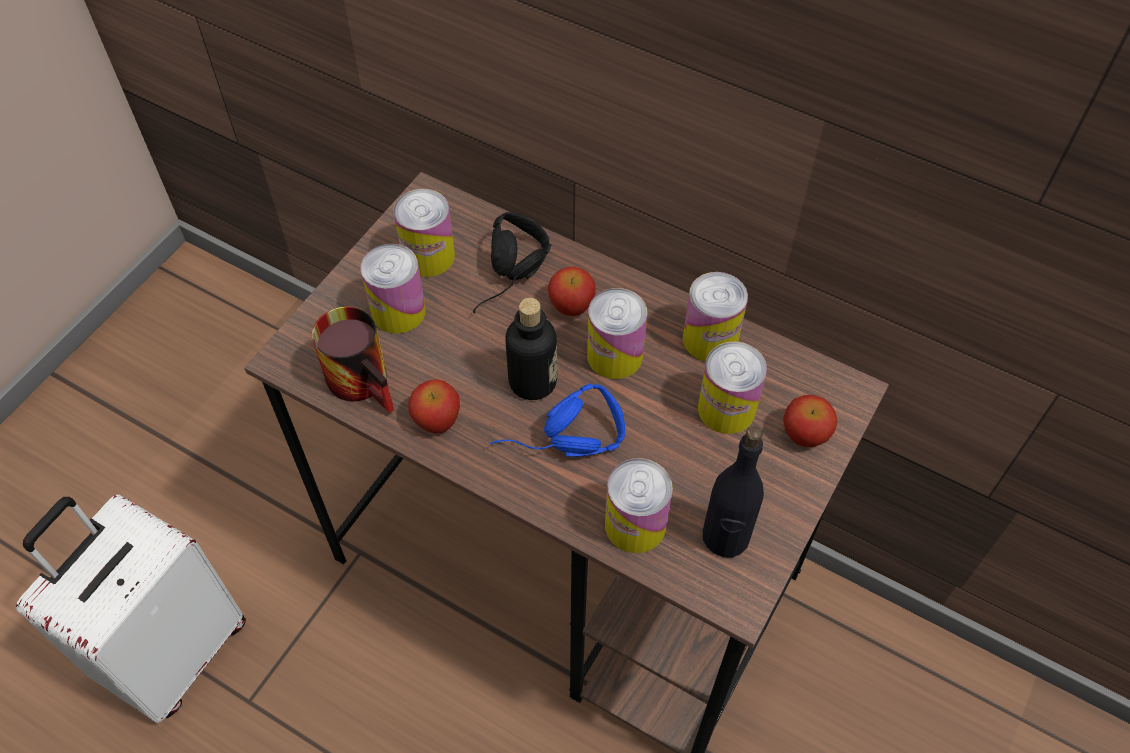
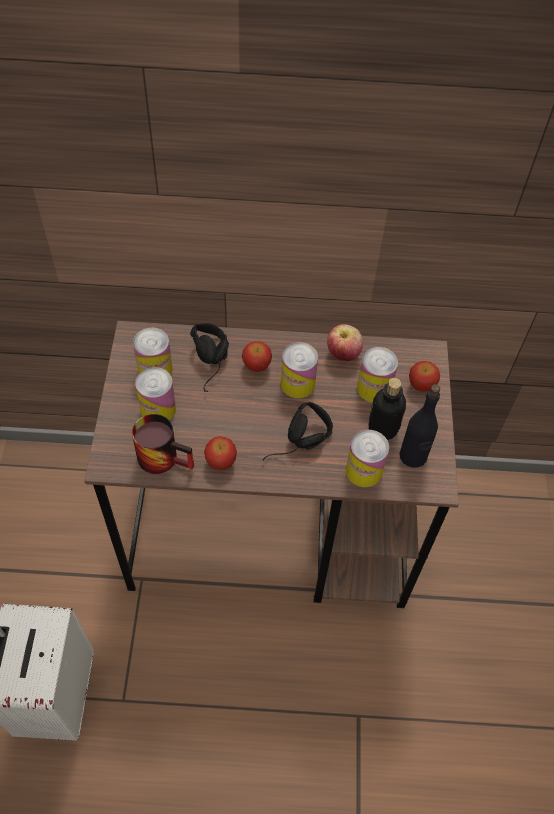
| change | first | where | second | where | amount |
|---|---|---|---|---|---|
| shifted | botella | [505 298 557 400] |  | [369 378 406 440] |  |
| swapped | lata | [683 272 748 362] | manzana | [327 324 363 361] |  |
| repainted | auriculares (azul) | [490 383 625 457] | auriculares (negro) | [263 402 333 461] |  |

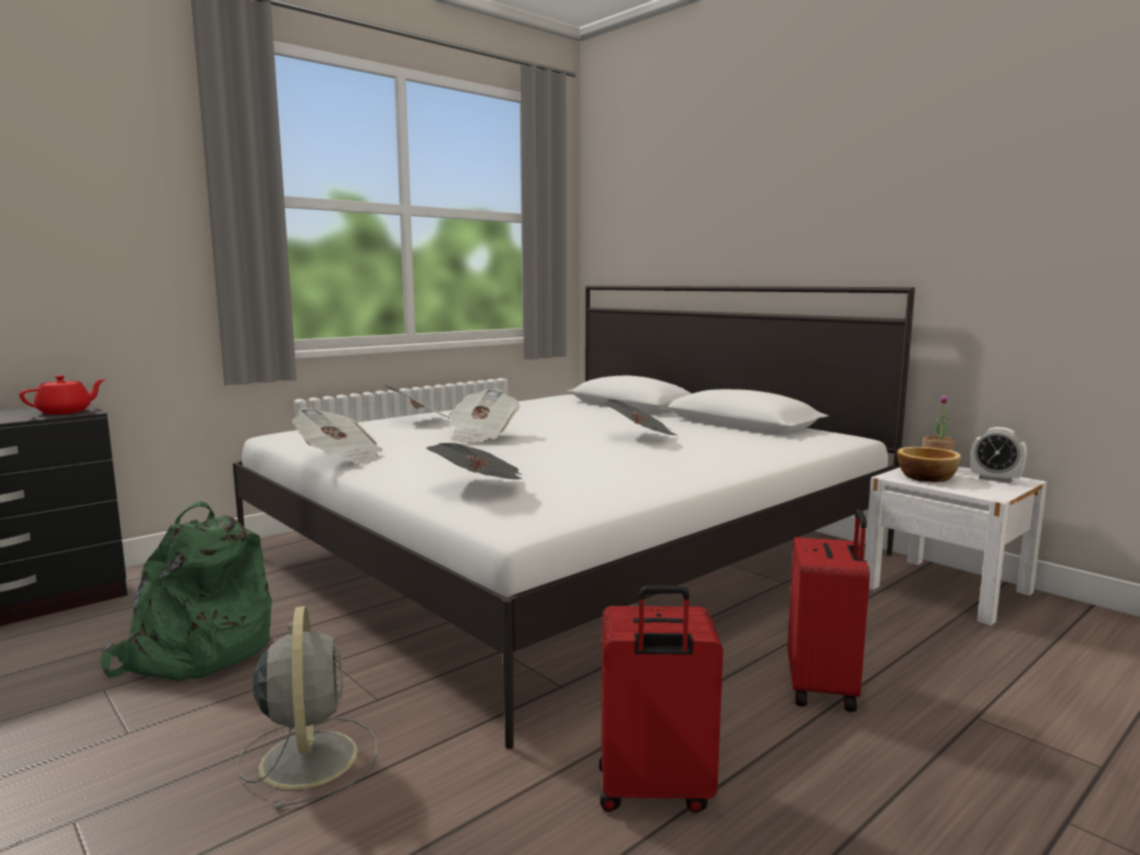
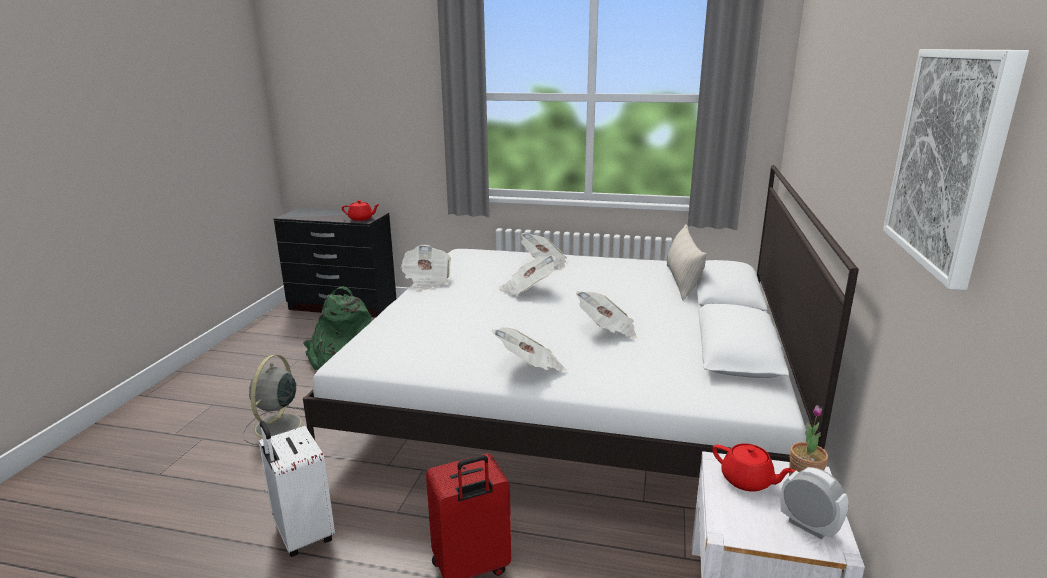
| change | first | where | second | where | amount |
|---|---|---|---|---|---|
| new |  |  | cojín (beis) | [667 224 707 301] |  |
| new |  |  | cuadro | [883 49 1029 290] |  |
| shifted | periódico | [426 443 523 480] |  | [492 328 567 371] |  |
| swapped | cuenco | [897 447 961 482] | tetera (rojo) | [712 443 795 492] |  |
| repainted | maleta (rojo) | [599 585 723 813] | maleta (blanco) | [259 421 335 557] |  |
| rotated | ventilador (gris) | [236 606 377 810] |  | [242 355 305 446] | 150 degrees clockwise |
| rotated | despertador | [971 427 1027 483] |  | [781 467 848 539] | 135 degrees clockwise |

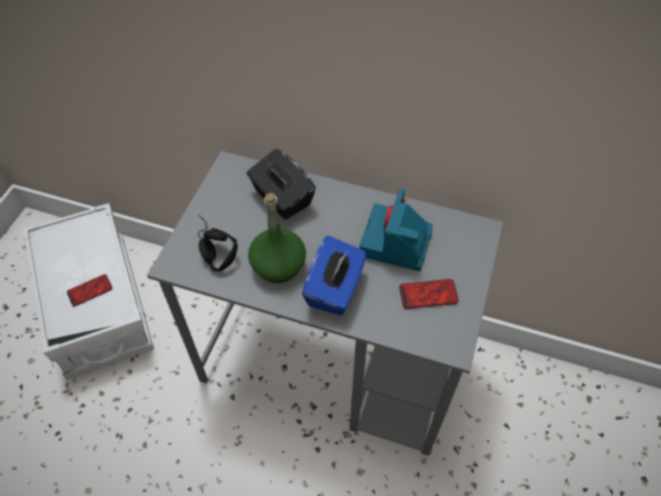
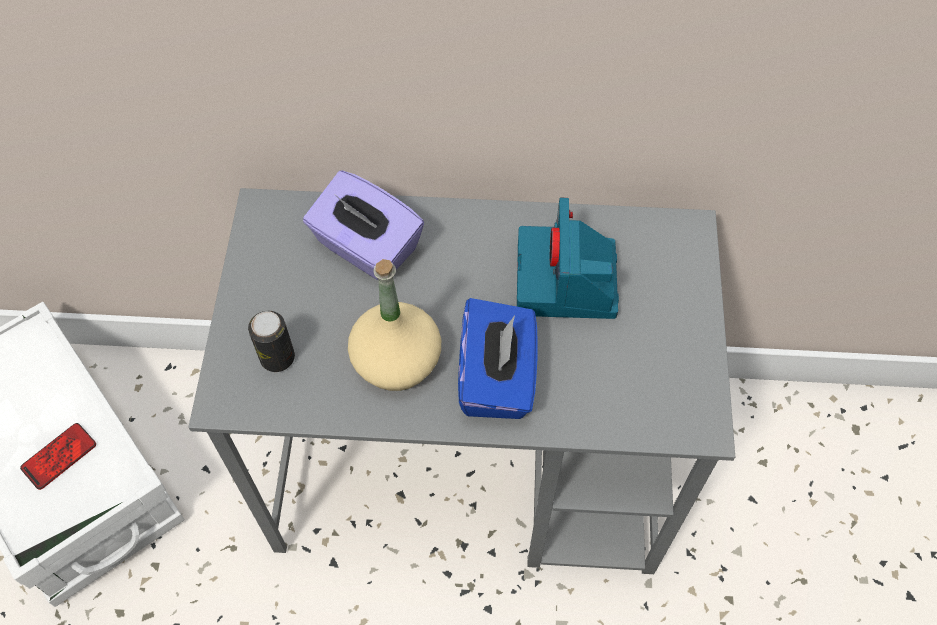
| change | first | where | second | where | amount |
|---|---|---|---|---|---|
| gone | móvil | [399 279 459 309] |  |  |  |
| swapped | auriculares (negro) | [198 215 238 271] | lata | [248 311 295 372] |  |
| repainted | caja de pañuelos (negro) | [247 149 316 220] | caja de pañuelos (morado) | [303 170 424 280] |  |
| repainted | botella (verde) | [248 193 306 283] | botella (beis) | [348 259 441 391] |  |

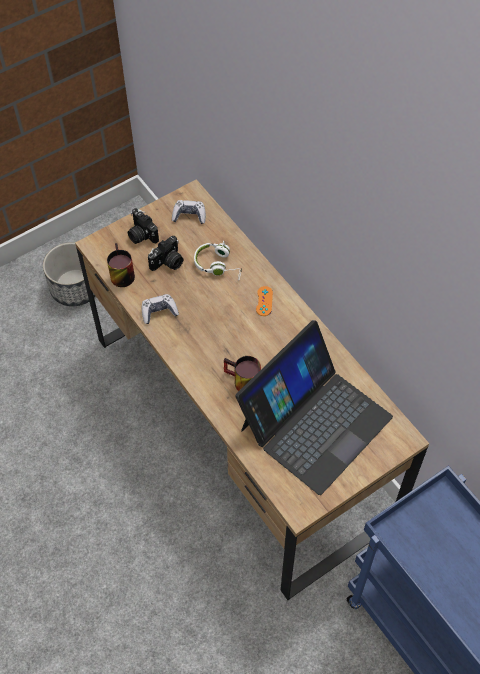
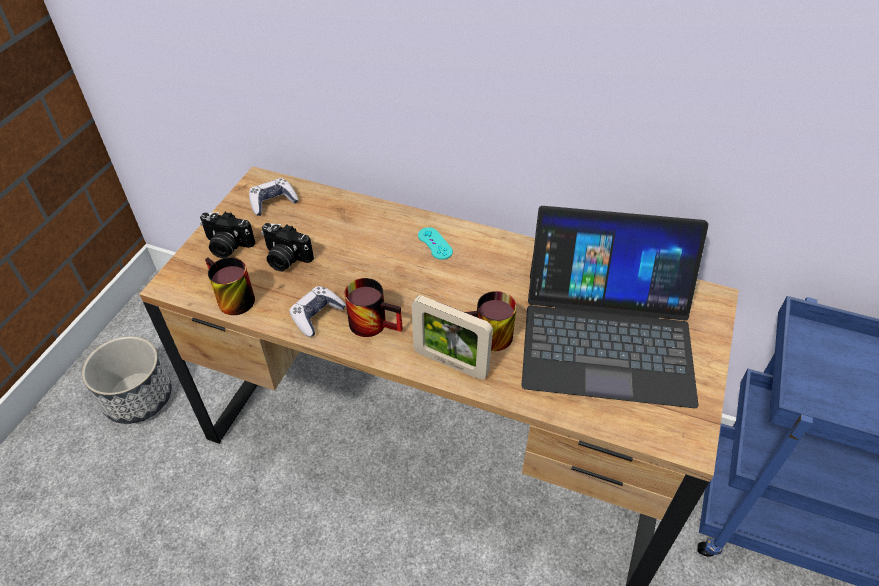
| change | first | where | second | where | amount |
|---|---|---|---|---|---|
| gone | auriculares (blanco) | [194 241 242 281] |  |  |  |
| new |  |  | taza grande | [344 278 403 337] |  |
| new |  |  | portarretratos | [412 295 493 380] |  |
| repainted | mando de consola (naranja) | [256 286 273 316] | mando de consola (turquesa) | [418 227 453 260] |  |
| rotated | cámara | [148 236 183 271] |  | [261 223 314 272] | 105 degrees clockwise |
| rotated | portátil | [235 320 393 495] |  | [522 206 709 408] | 90 degrees clockwise |

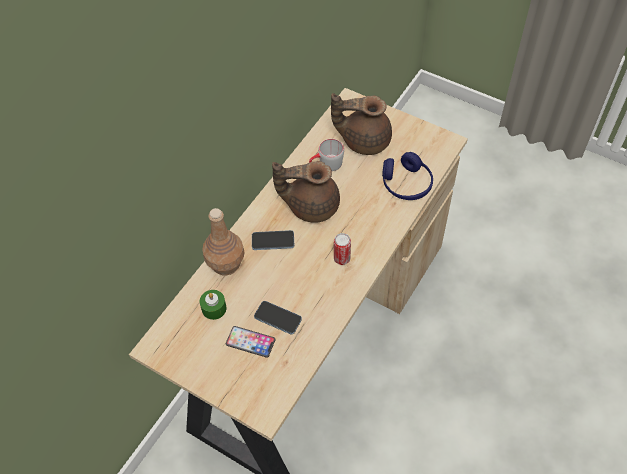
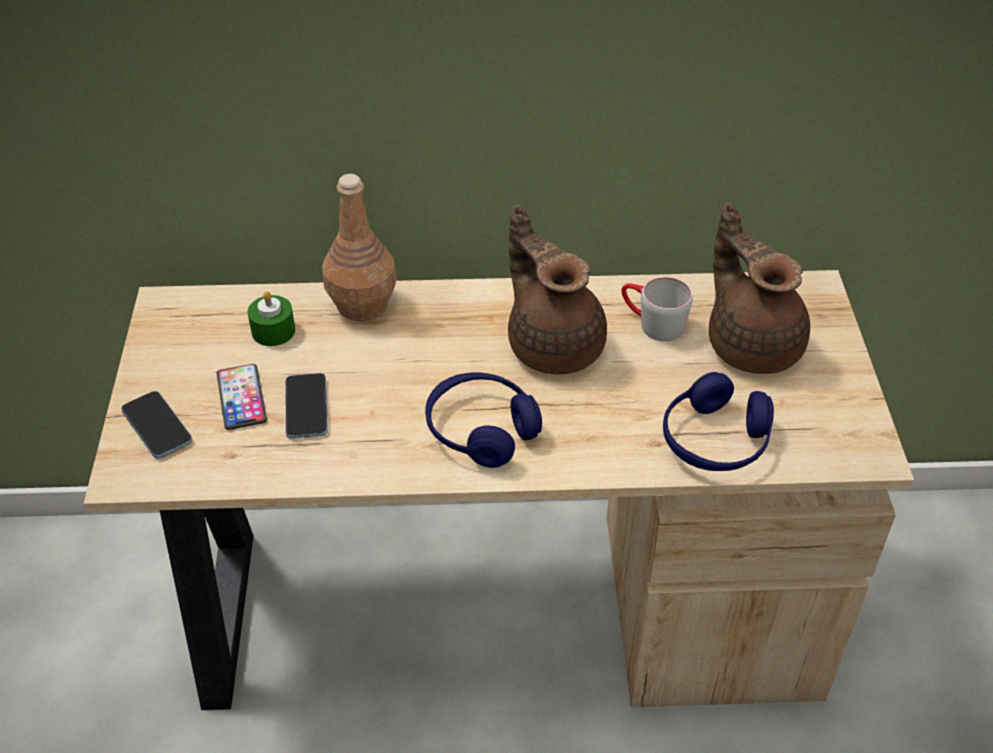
| change | first | where | second | where | amount |
|---|---|---|---|---|---|
| shifted | móvil | [252 230 294 250] |  | [121 391 192 459] |  |
| swapped | lata | [334 233 351 265] | auriculares (azul) | [425 373 542 468] |  |

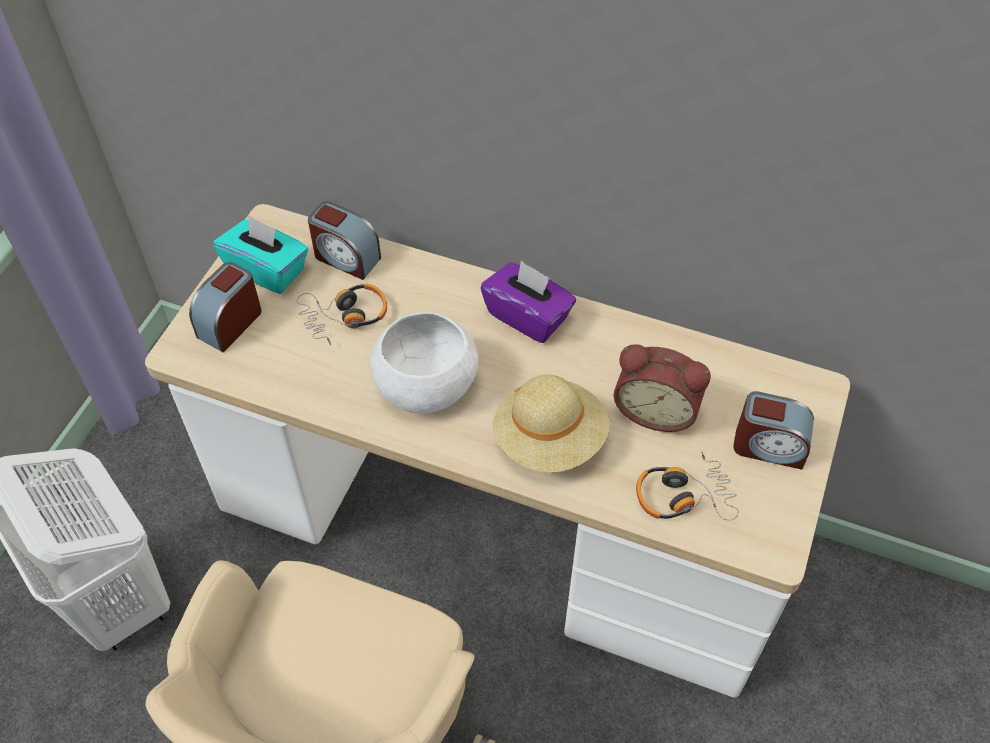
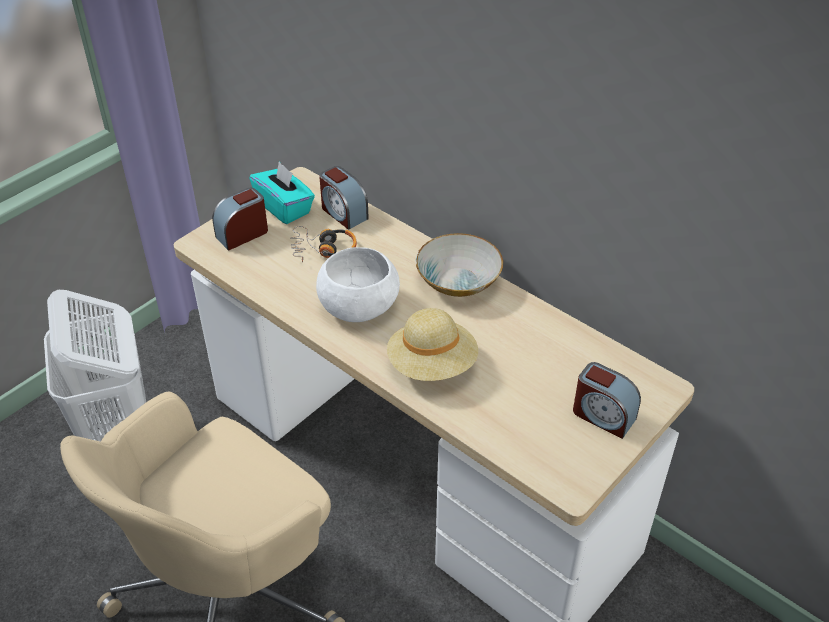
| change | first | where | second | where | amount |
|---|---|---|---|---|---|
| gone | despertador | [614 344 711 432] |  |  |  |
| gone | auriculares | [636 451 739 521] |  |  |  |
| swapped | caja de pañuelos (morado) | [481 260 576 343] | cuenco | [416 233 503 297] |  |

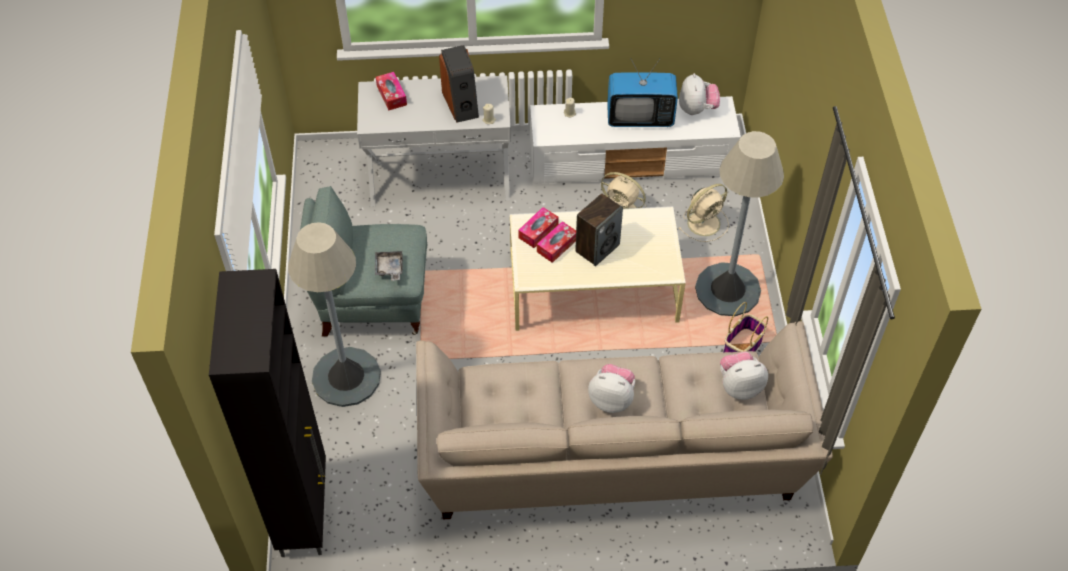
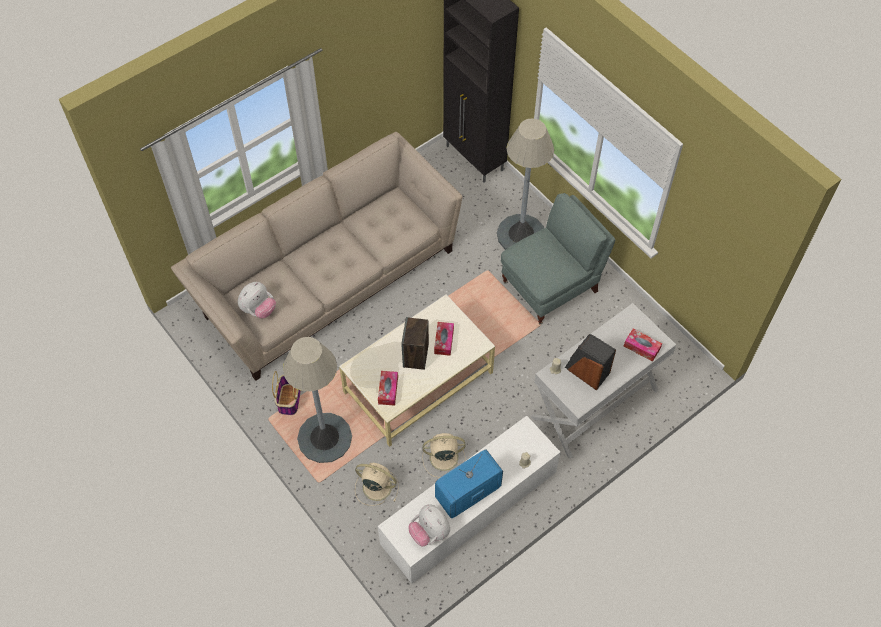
| change | first | where | second | where | amount |
|---|---|---|---|---|---|
| gone | bandeja (gris) | [375 251 403 281] |  |  |  |
| gone | peluche | [588 364 635 413] |  |  |  |
| shifted | caja de pañuelos | [518 207 559 248] |  | [378 371 398 405] |  |
| rotated | ventilador (beis) | [679 184 729 242] |  | [355 463 398 506] | 90 degrees clockwise |

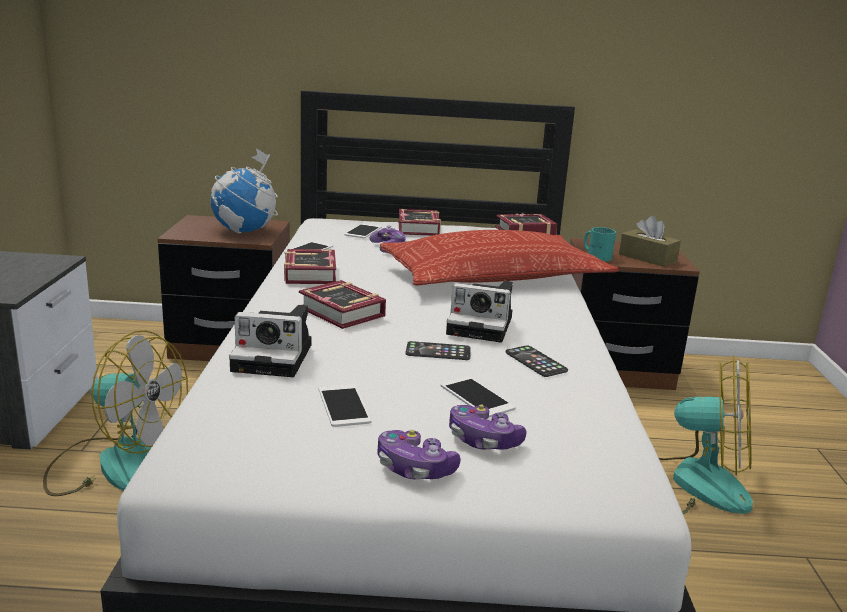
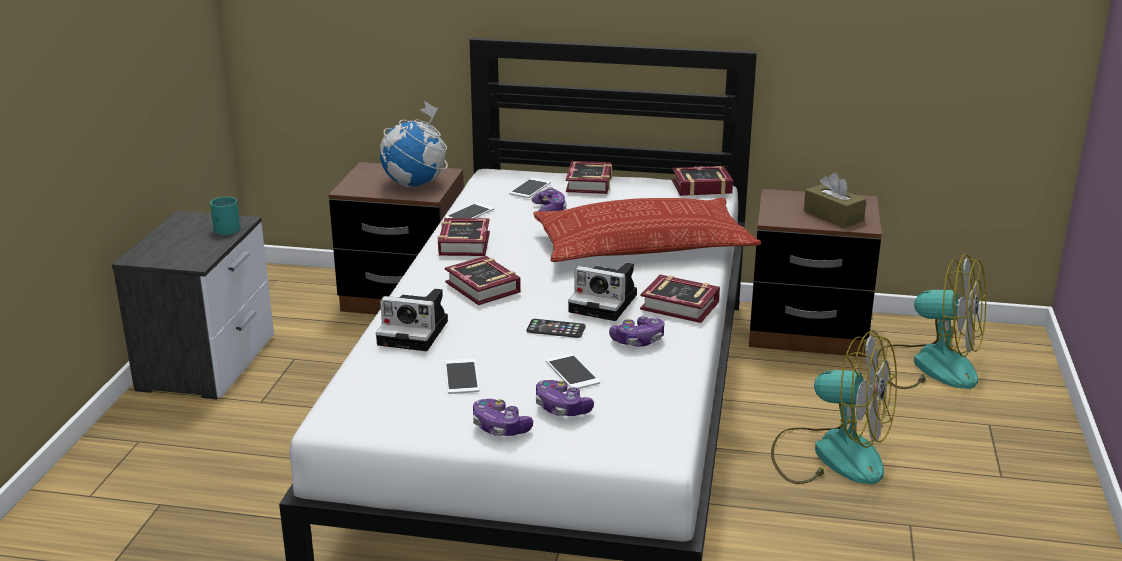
| change | first | where | second | where | amount |
|---|---|---|---|---|---|
| new |  |  | libro | [640 275 720 323] |  |
| shifted | ventilador | [43 330 188 496] |  | [876 254 986 389] |  |
| shifted | taza grande (turquesa) | [584 227 616 261] |  | [210 197 241 235] |  |
| swapped | móvil | [506 346 568 377] | mando de consola | [609 317 664 347] |  |

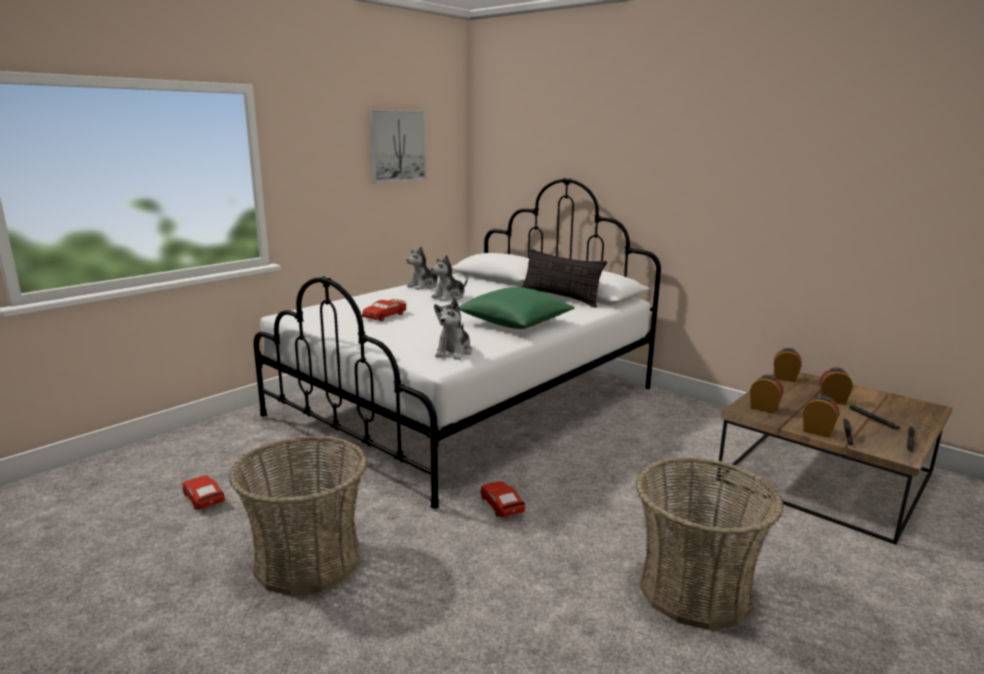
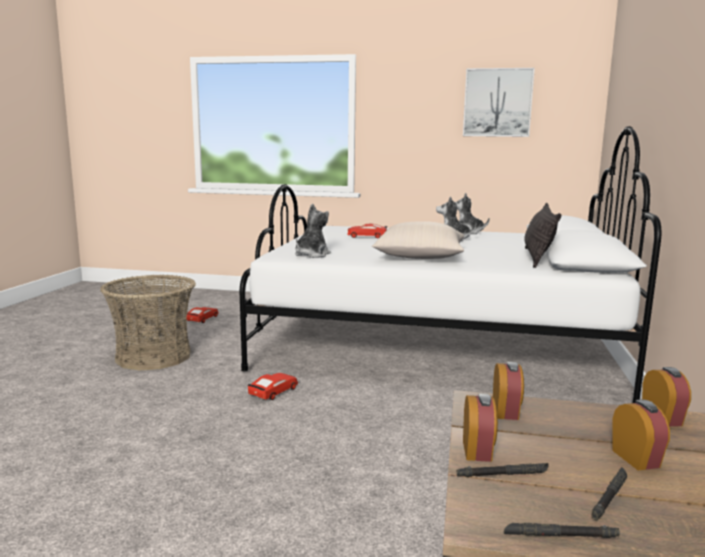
| change | first | where | second | where | amount |
|---|---|---|---|---|---|
| gone | cesta | [636 457 783 630] |  |  |  |
| repainted | cojín (verde) | [459 287 575 329] | cojín (beis) | [372 221 464 259] |  |
| rotated | peluche | [434 299 472 360] |  | [295 203 331 258] | 135 degrees clockwise |

